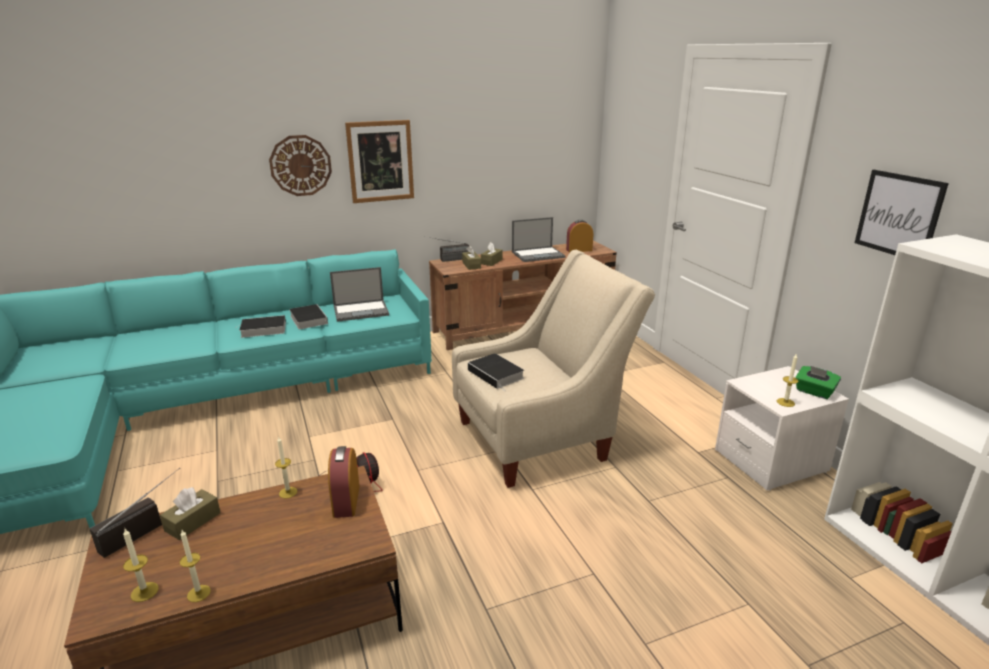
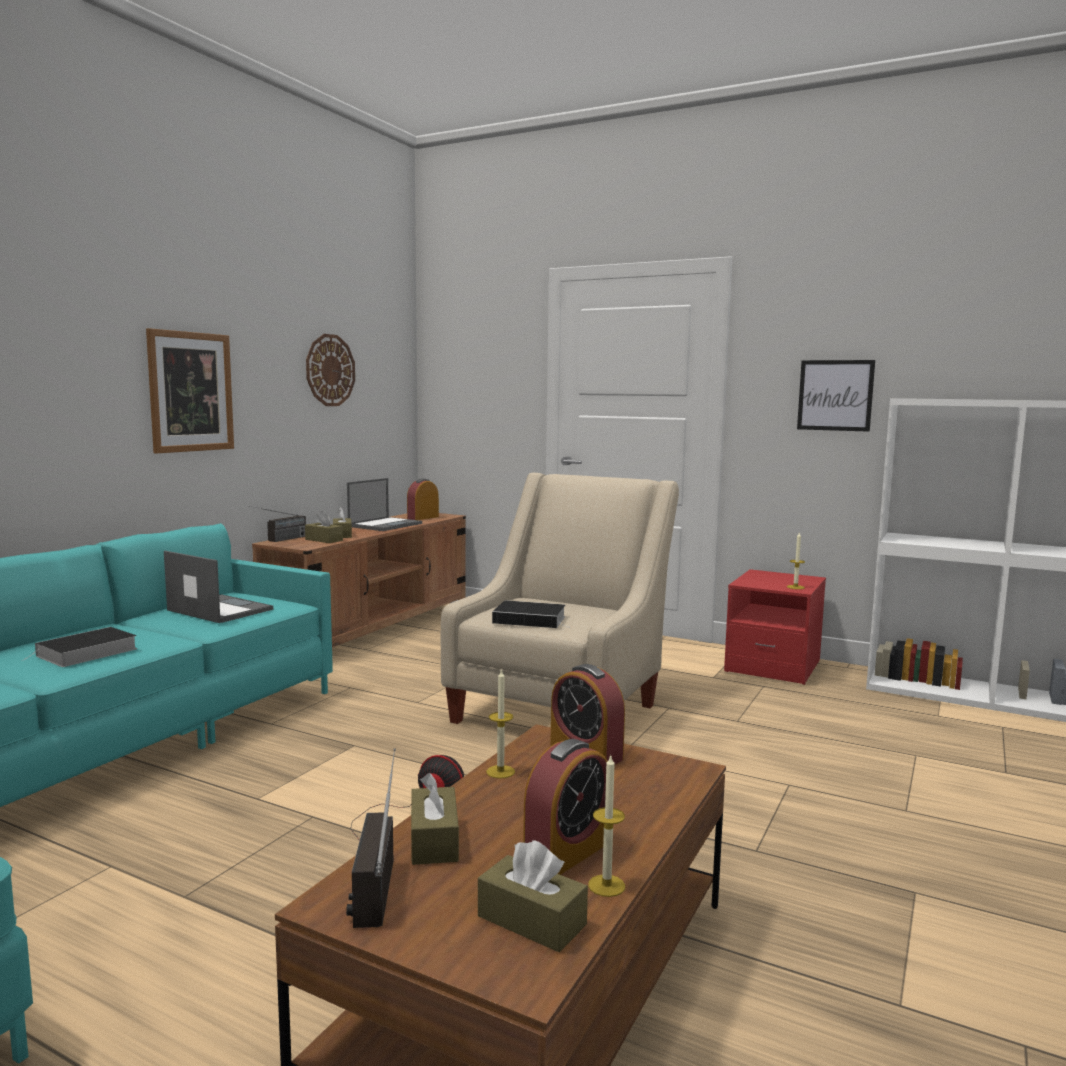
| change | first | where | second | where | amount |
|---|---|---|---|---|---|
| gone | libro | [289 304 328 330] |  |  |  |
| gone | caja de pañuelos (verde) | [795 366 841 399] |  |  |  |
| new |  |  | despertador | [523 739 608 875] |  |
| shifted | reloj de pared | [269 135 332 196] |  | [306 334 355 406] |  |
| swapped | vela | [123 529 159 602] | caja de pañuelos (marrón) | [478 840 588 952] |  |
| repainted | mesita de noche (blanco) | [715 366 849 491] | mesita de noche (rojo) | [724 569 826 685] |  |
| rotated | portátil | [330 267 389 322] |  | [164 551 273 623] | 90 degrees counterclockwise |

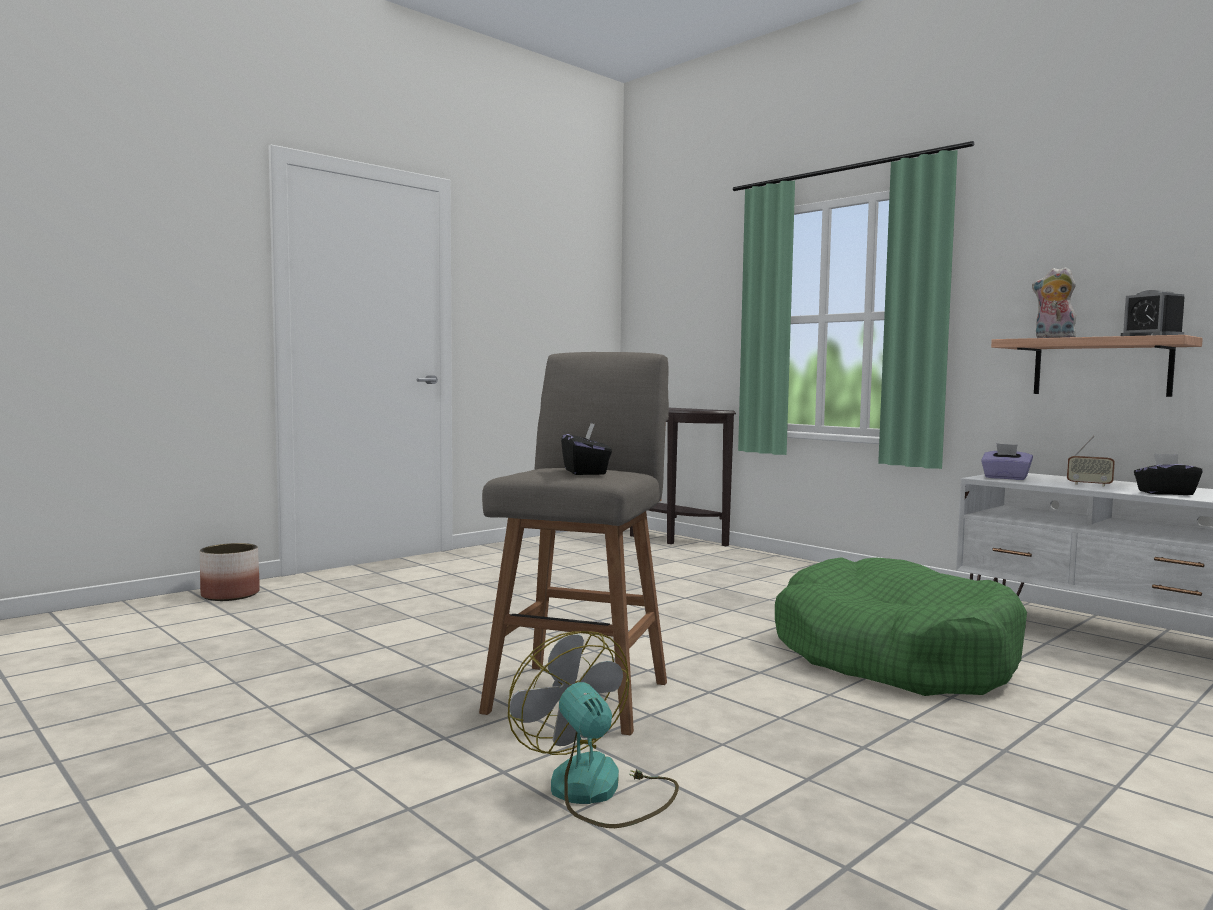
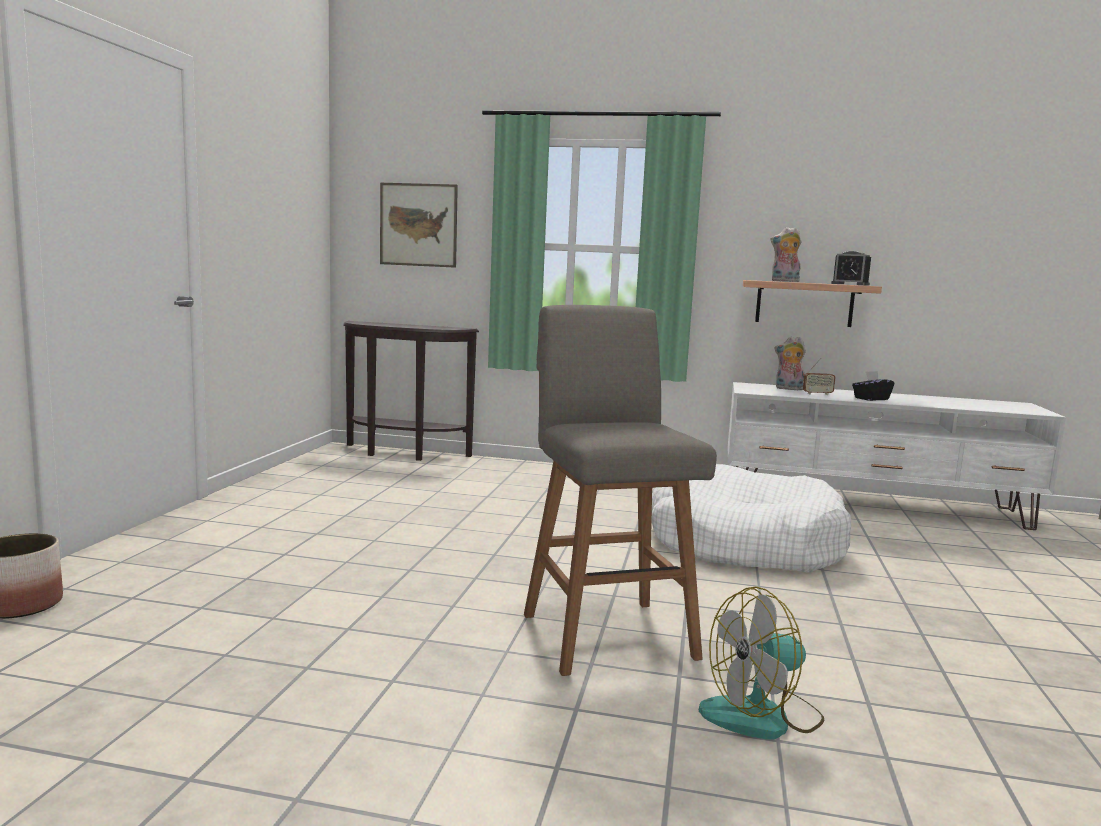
| change | first | where | second | where | amount |
|---|---|---|---|---|---|
| gone | caja de pañuelos (negro) | [561 423 612 475] |  |  |  |
| gone | caja de pañuelos (morado) | [981 443 1033 480] |  |  |  |
| new |  |  | cuadro | [380 183 458 268] |  |
| new |  |  | peluche | [775 337 806 390] |  |
| repainted | cama para perro (verde) | [775 557 1027 696] | cama para perro (blanco) | [651 464 851 573] |  |
| rotated | ventilador | [508 631 679 828] |  | [699 586 824 740] | 45 degrees counterclockwise |

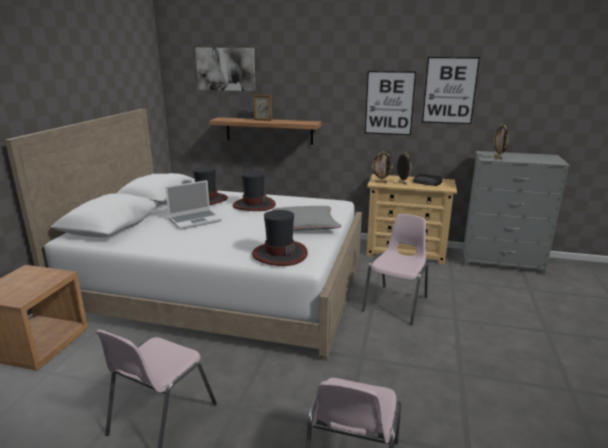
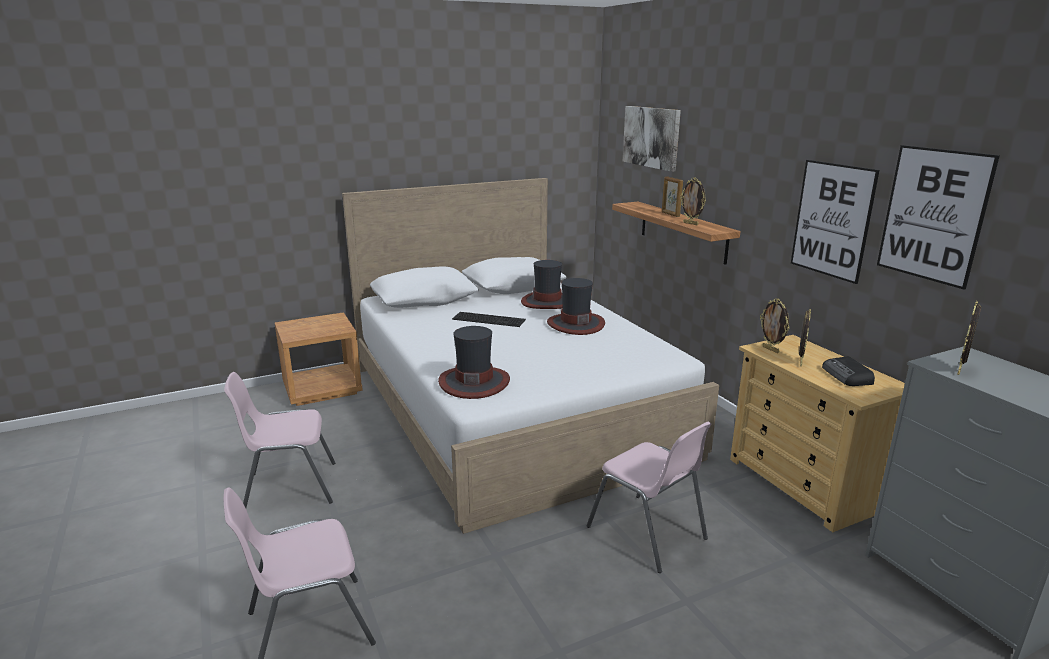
| change | first | where | second | where | amount |
|---|---|---|---|---|---|
| gone | cojín (gris) | [272 206 341 231] |  |  |  |
| new |  |  | portarretratos | [680 177 706 225] |  |
| swapped | portátil | [165 180 222 230] | teclado | [452 312 526 327] |  |
| rotated | silla (rosa) | [362 214 428 325] |  | [586 422 711 573] | 60 degrees clockwise |

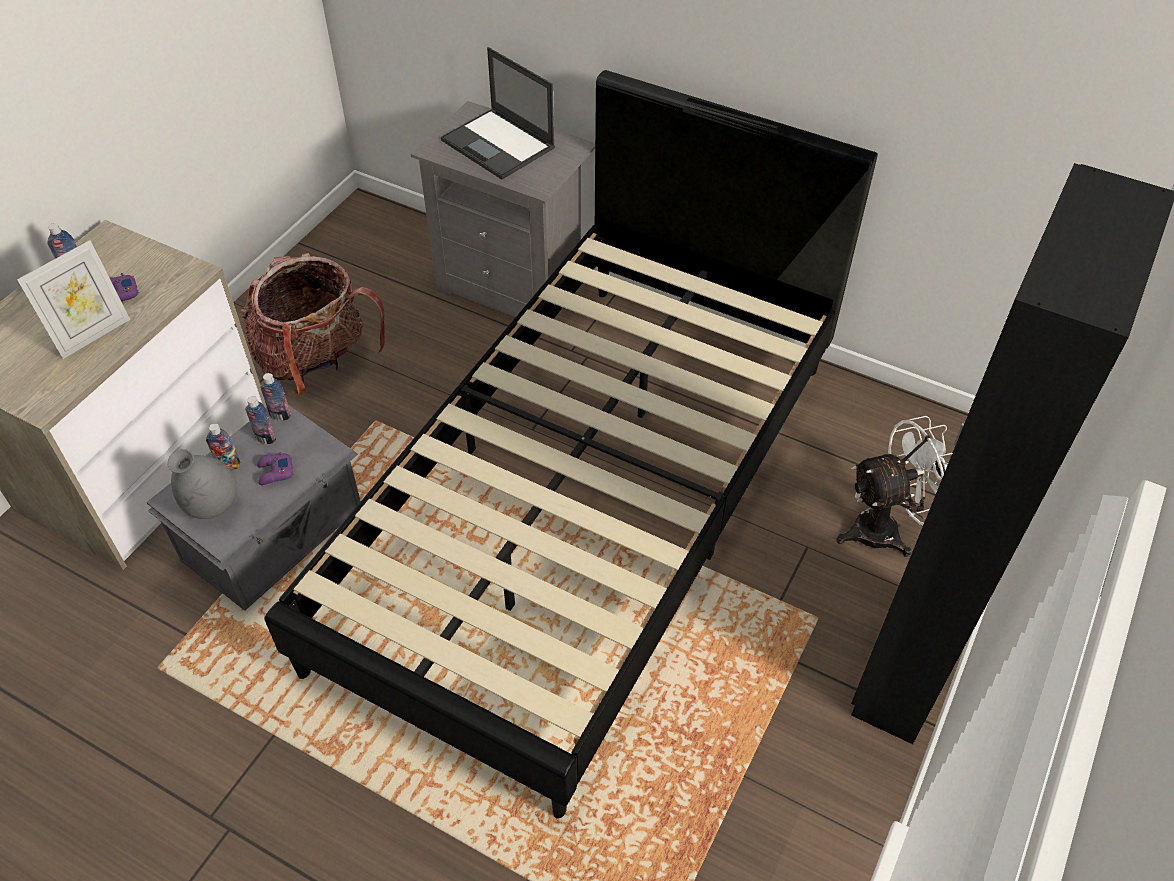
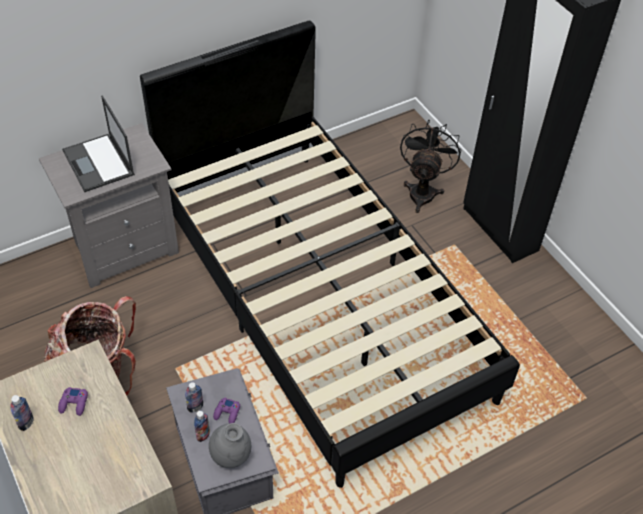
| change | first | where | second | where | amount |
|---|---|---|---|---|---|
| gone | portarretratos | [17 240 130 359] |  |  |  |
| gone | botella | [260 373 291 421] |  |  |  |
| repainted | ventilador (blanco) | [836 416 952 557] | ventilador (negro) | [400 120 461 213] |  |
| rotated | portátil | [441 47 555 180] |  | [62 96 135 192] | 75 degrees clockwise |

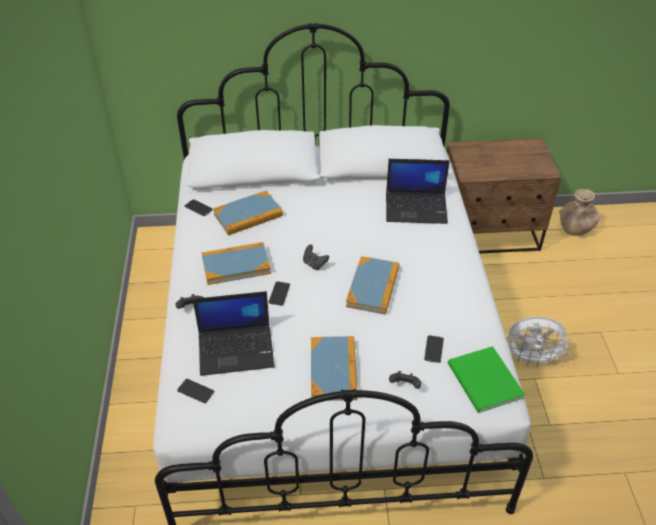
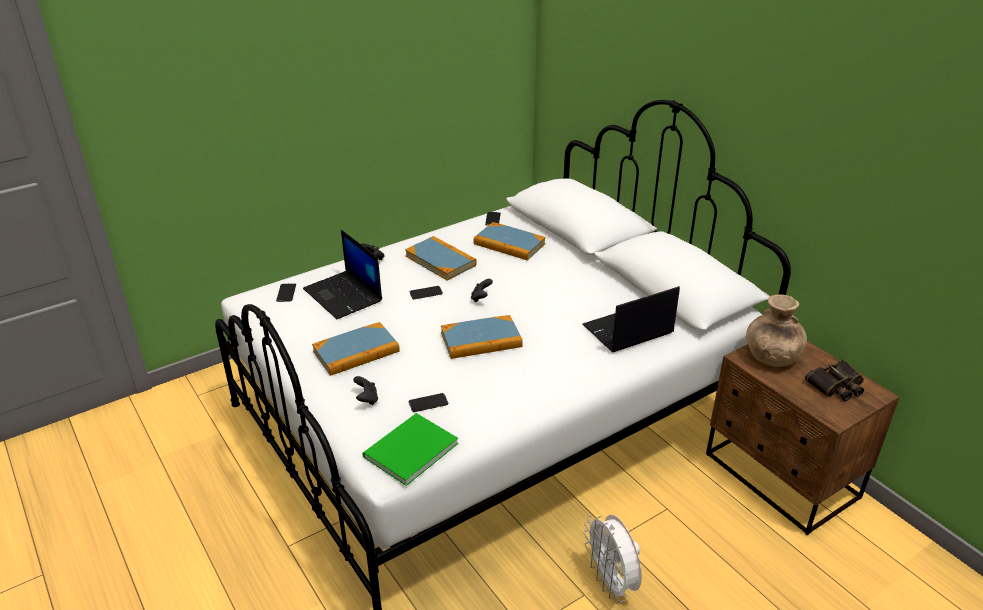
| change | first | where | second | where | amount |
|---|---|---|---|---|---|
| new |  |  | prismáticos | [805 360 864 401] |  |
| shifted | florero (marrón) | [559 189 601 236] |  | [746 294 807 367] |  |
| rotated | portátil | [386 159 450 224] |  | [582 286 680 352] | 90 degrees clockwise |

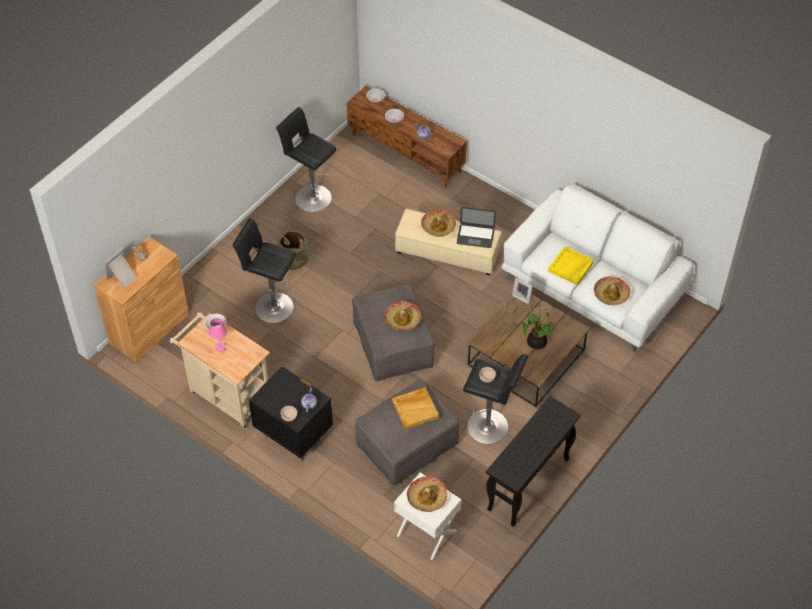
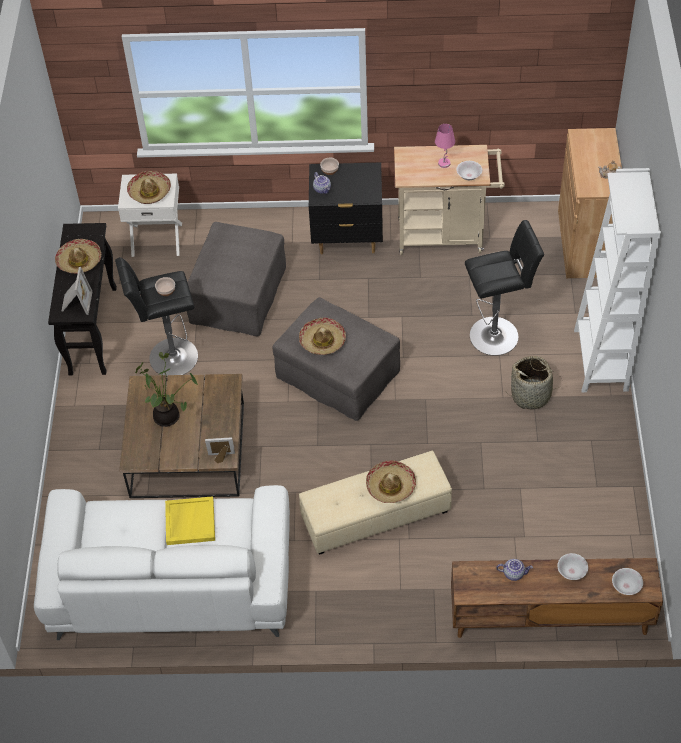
| change | first | where | second | where | amount |
|---|---|---|---|---|---|
| gone | taburete (negro) | [276 107 336 212] |  |  |  |
| gone | bandeja (beis) | [392 388 439 429] |  |  |  |
| gone | portátil | [457 207 496 248] |  |  |  |
| new |  |  | estantería (blanco) | [574 168 661 392] |  |
| shifted | portarretratos | [105 248 137 288] |  | [61 267 93 315] |  |
| shifted | sombrero | [594 276 631 305] |  | [55 239 101 274] |  |

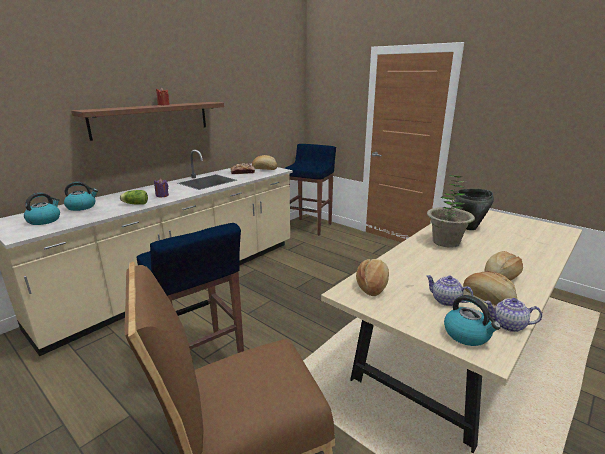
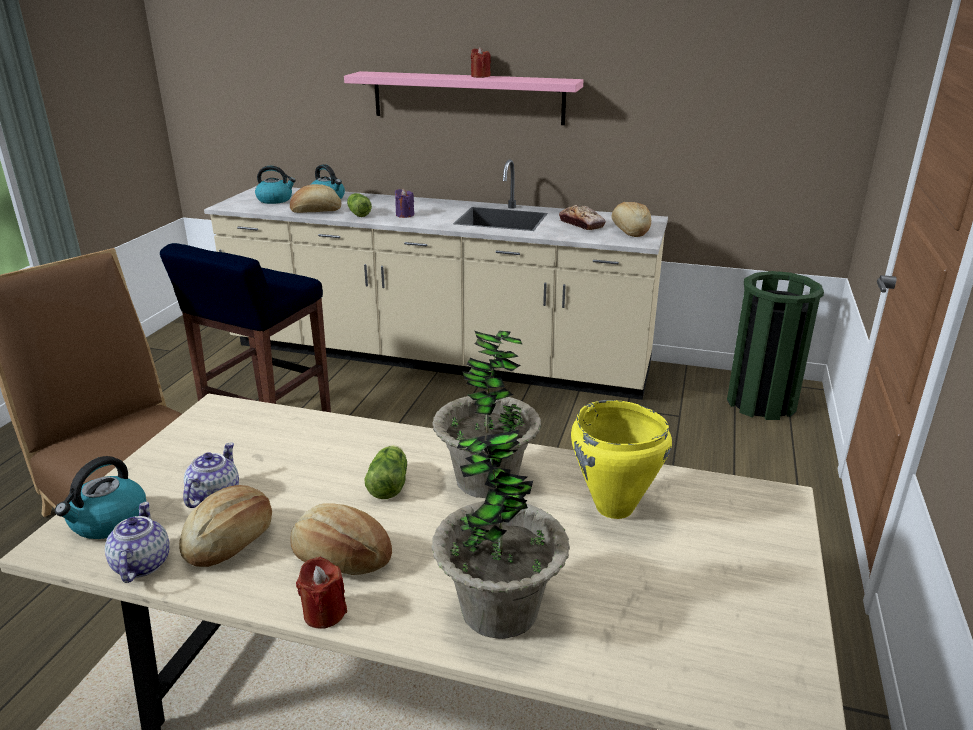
| change | first | where | second | where | amount |
|---|---|---|---|---|---|
| new |  |  | vela (rojo) | [296 557 347 629] |  |
| new |  |  | lechuga | [364 445 407 499] |  |
| new |  |  | planta en maceta | [432 429 570 639] |  |
| shifted | pan | [356 259 389 296] |  | [290 184 341 213] |  |
| swapped | taburete (azul) | [284 144 336 235] | papelera (verde) | [727 271 824 420] |  |
| repainted | estante (marrón) | [71 102 224 141] | estante (rosa) | [344 71 584 125] |  |
| repainted | olla (negro) | [455 189 494 230] | olla (amarillo) | [571 400 672 519] |  |

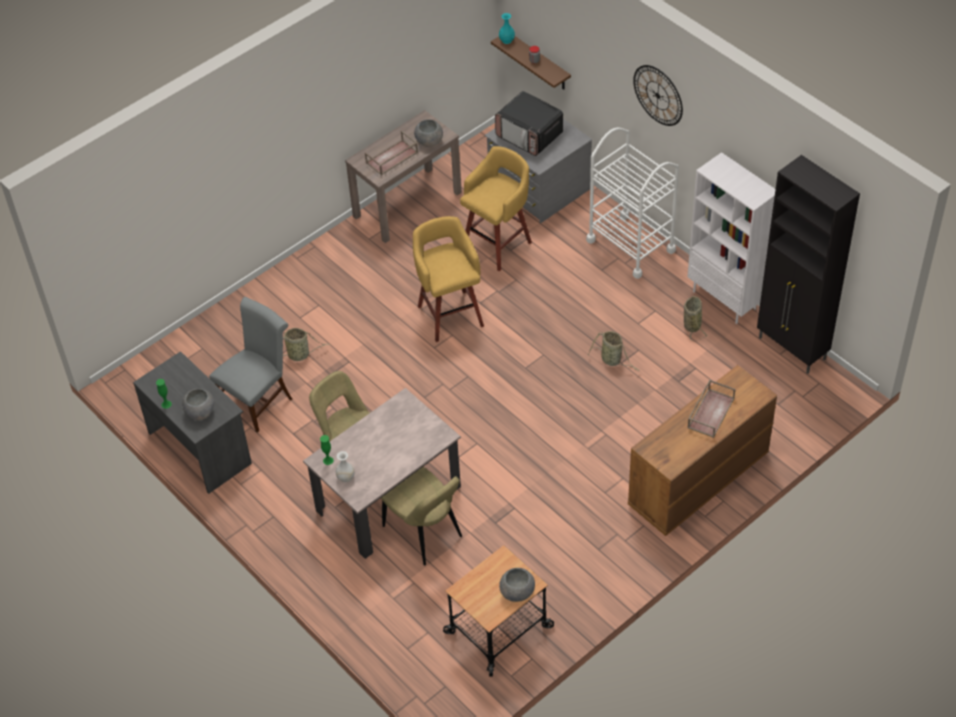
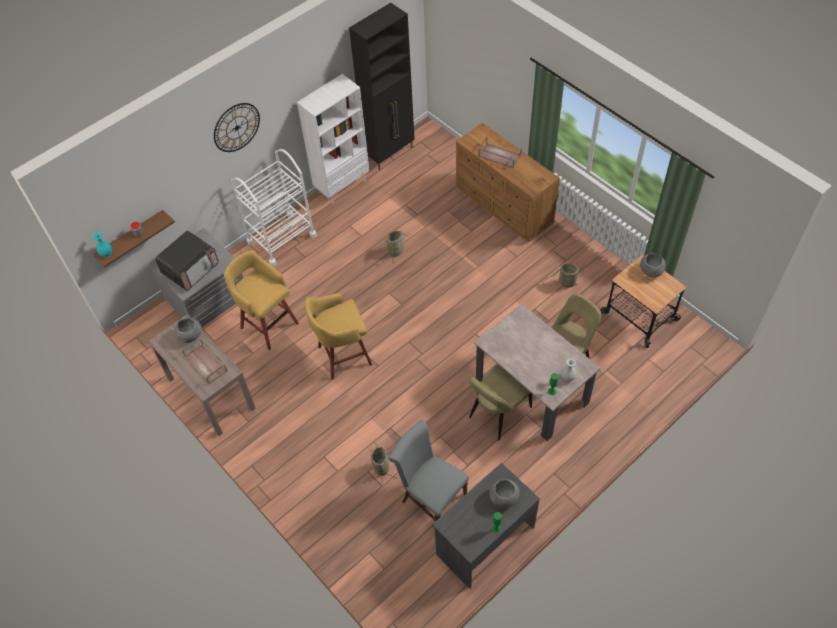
| change | first | where | second | where | amount |
|---|---|---|---|---|---|
| shifted | cesta | [684 296 708 340] |  | [542 264 585 288] |  |

